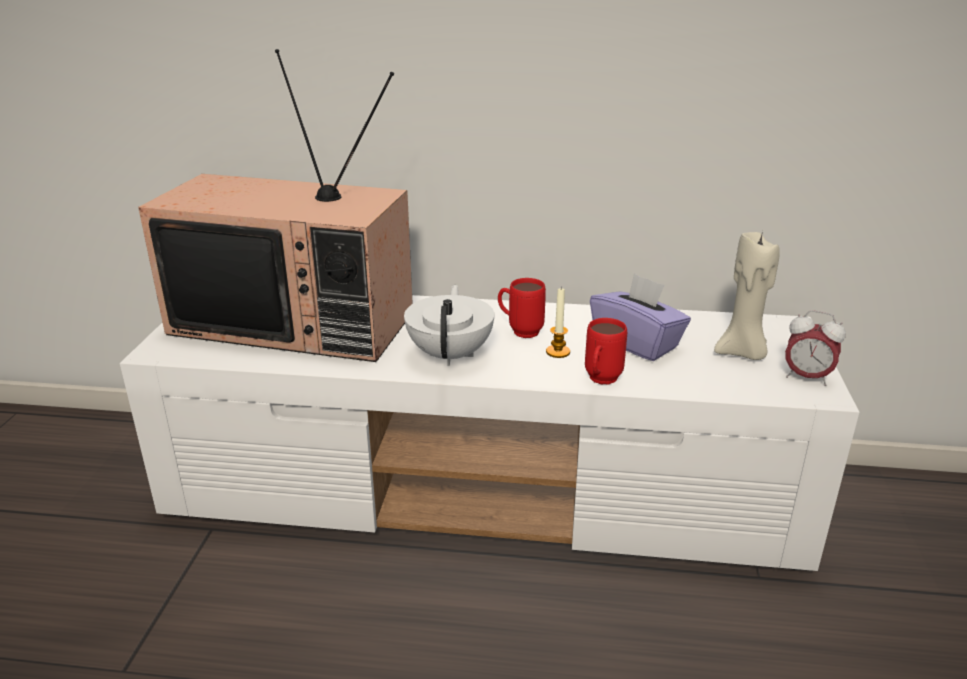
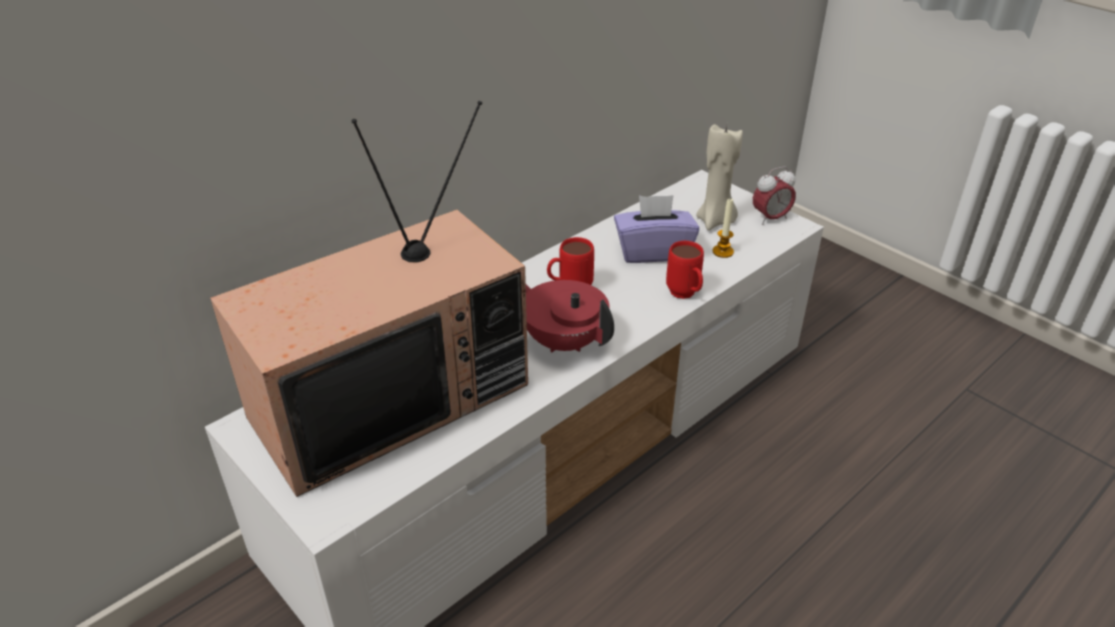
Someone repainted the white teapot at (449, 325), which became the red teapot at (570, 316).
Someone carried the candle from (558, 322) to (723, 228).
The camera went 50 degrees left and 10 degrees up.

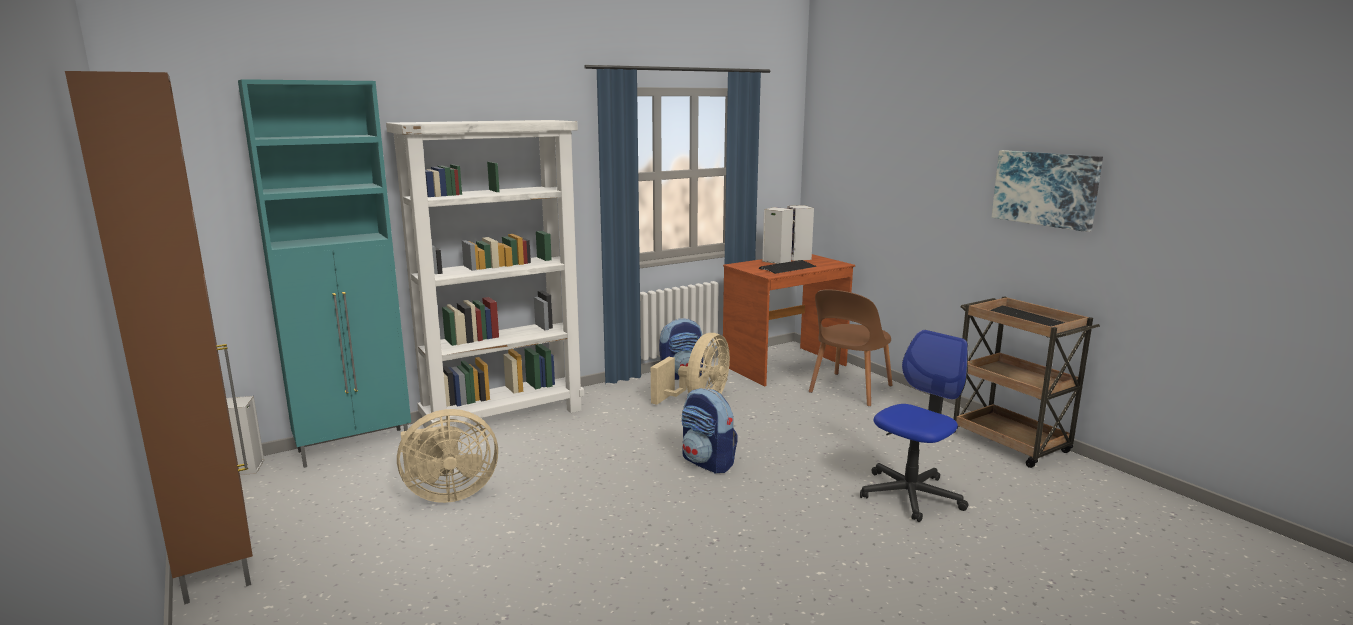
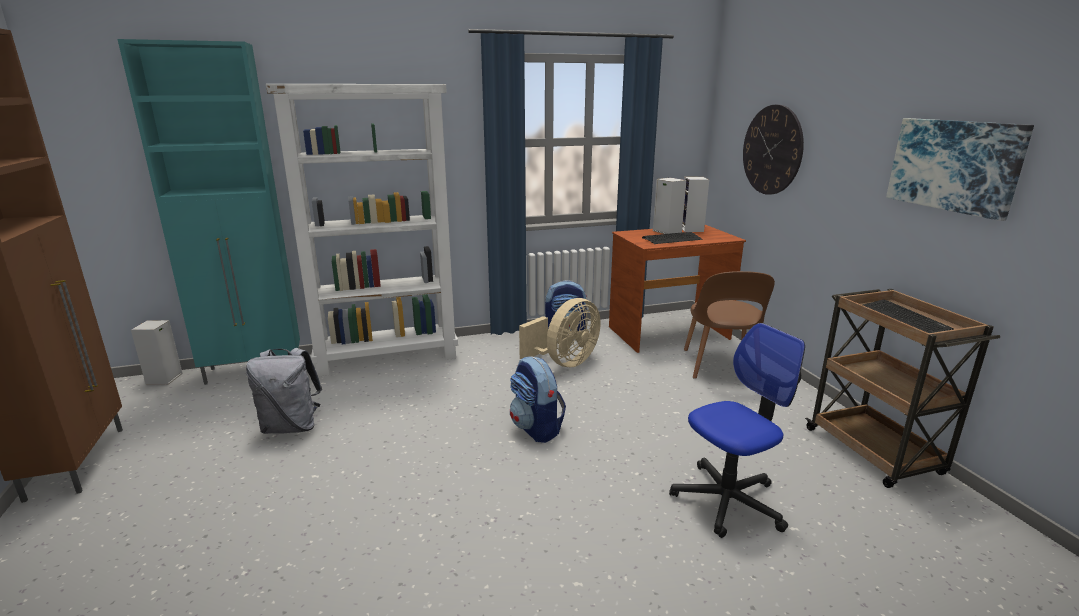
Someone rotated the brown chair at (851, 347) by 45 degrees counterclockwise.
Someone swapped the beige fan at (447, 456) for the grey backpack at (284, 391).
Someone put up the wall clock at (773, 150).
The camera went 15 degrees right and 5 degrees up.

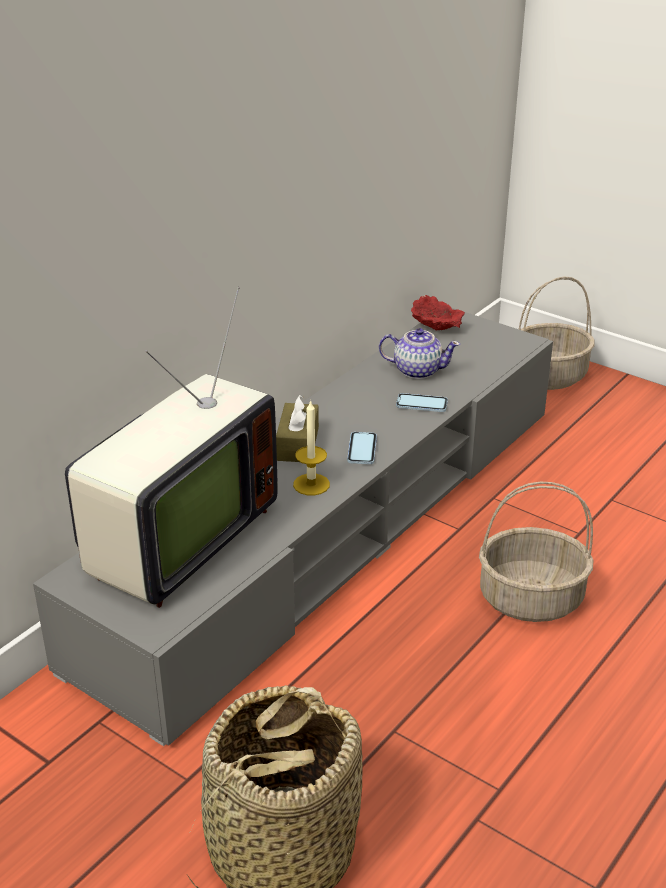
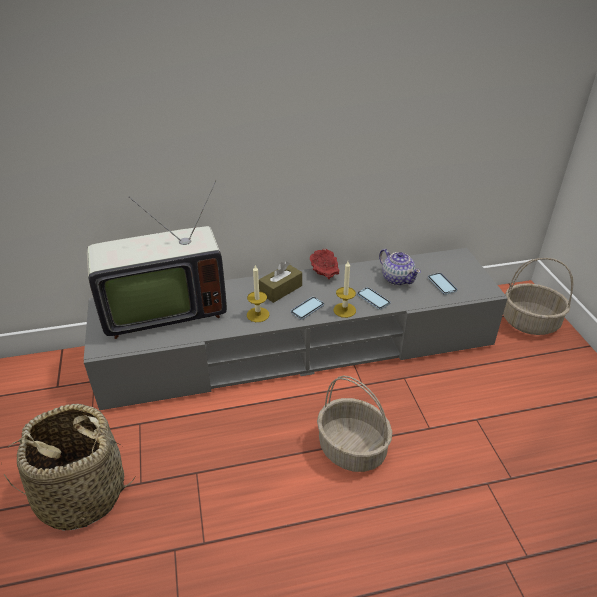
Someone carried the red bowl from (438, 313) to (325, 264).
Someone put down the candle at (345, 289).
Someone put down the phone at (442, 284).
The camera went 40 degrees right and 5 degrees up.

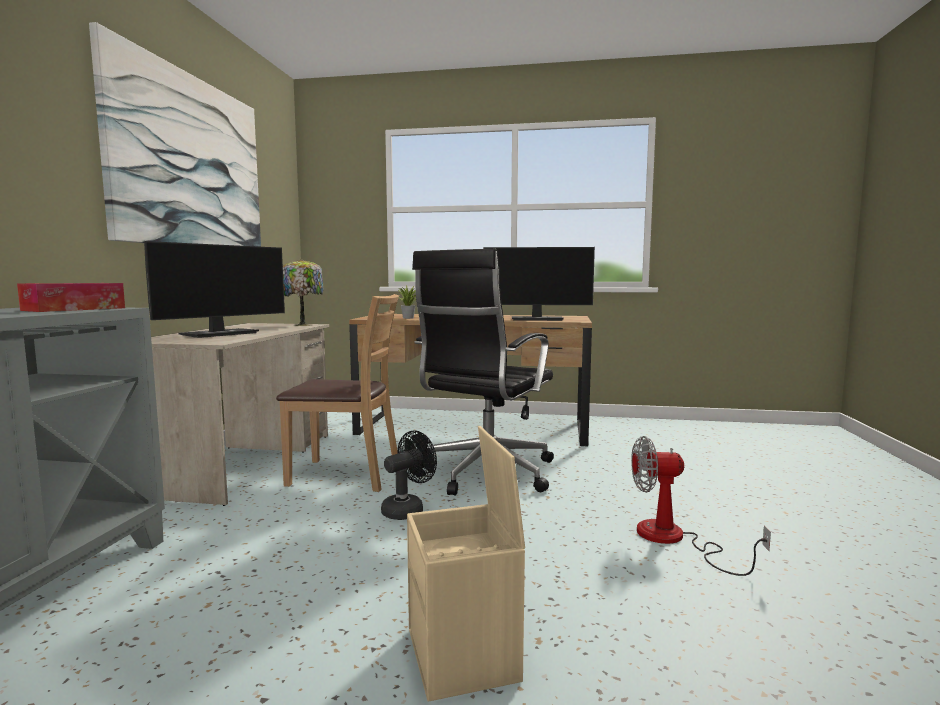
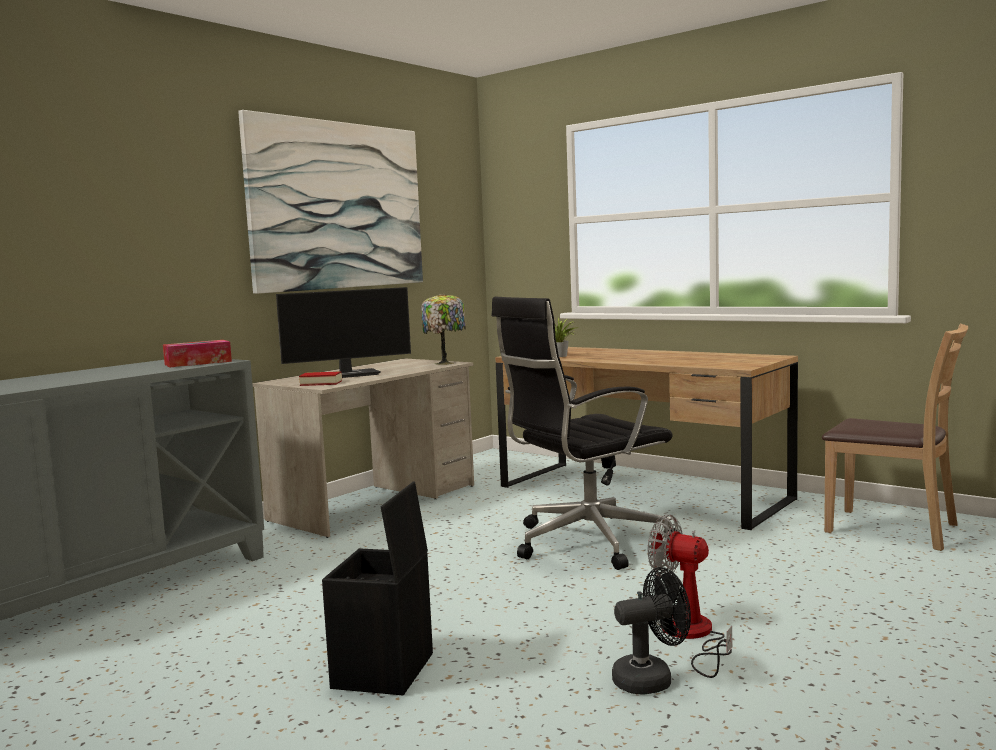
Someone took away the monitor at (539, 284).
Someone carried the brown chair from (337, 393) to (895, 437).
Someone repainted the beige storage box at (466, 564), which became the black storage box at (377, 588).
Someone carried the black fan from (409, 475) to (651, 631).
Someone put down the book at (320, 378).
The camera went 30 degrees right and 0 degrees up.

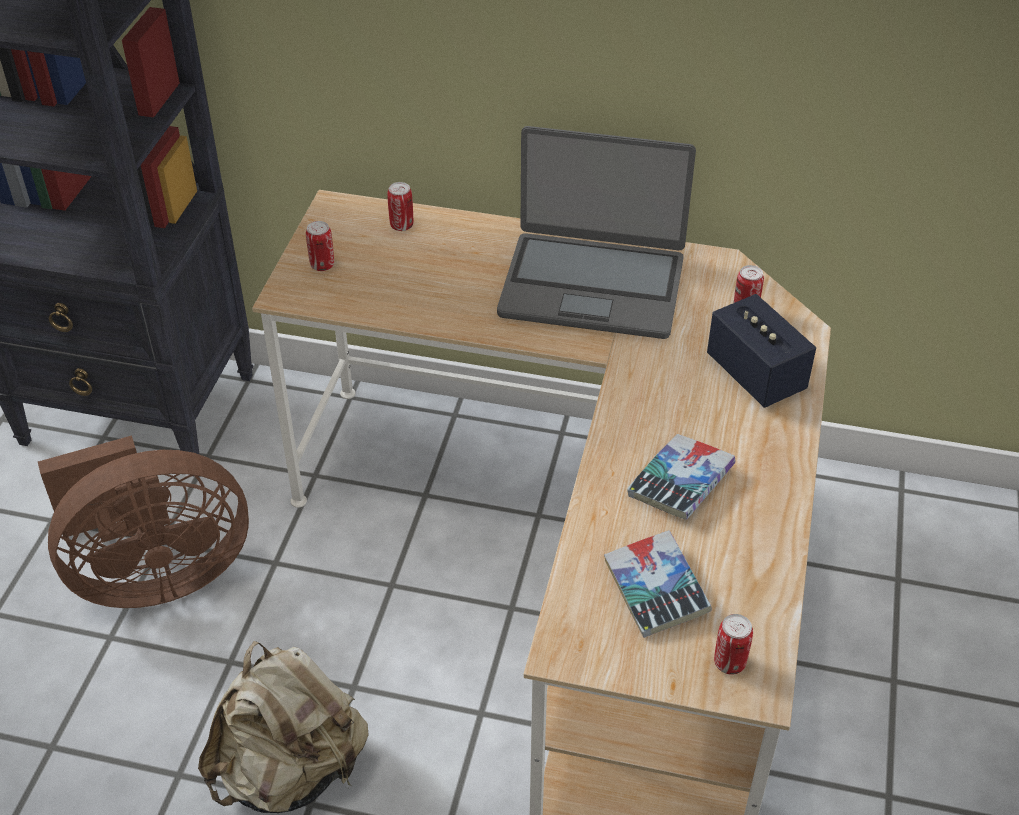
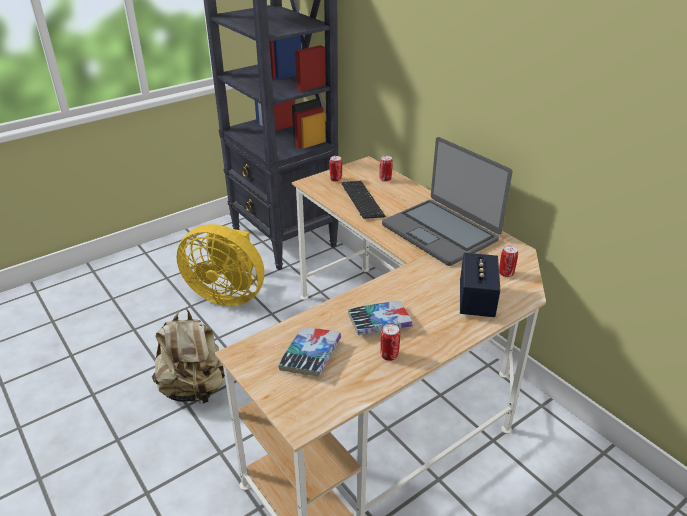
Someone repainted the brown fan at (143, 521), which became the yellow fan at (220, 265).
Someone carried the can from (733, 644) to (390, 342).
Someone put down the keyboard at (363, 200).
The camera went 40 degrees right and 10 degrees down.

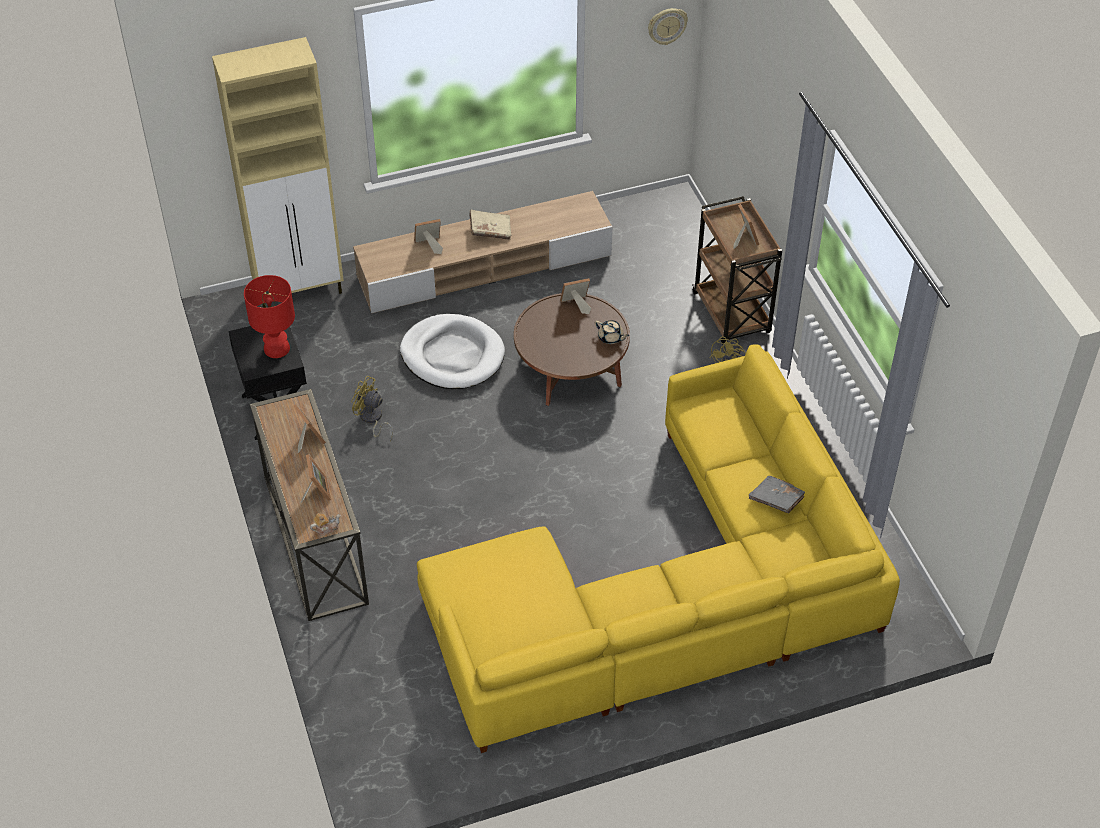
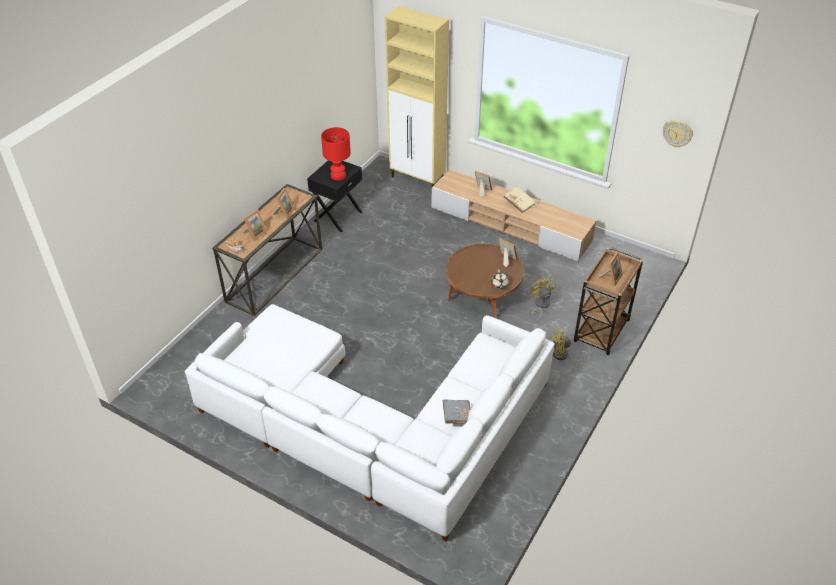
Someone took away the white dog bed at (452, 351).
Someone repainted the yellow sofa at (658, 548), which became the white sofa at (370, 422).
Someone carried the yellow fan from (372, 408) to (543, 299).
The camera went 50 degrees right and 5 degrees down.

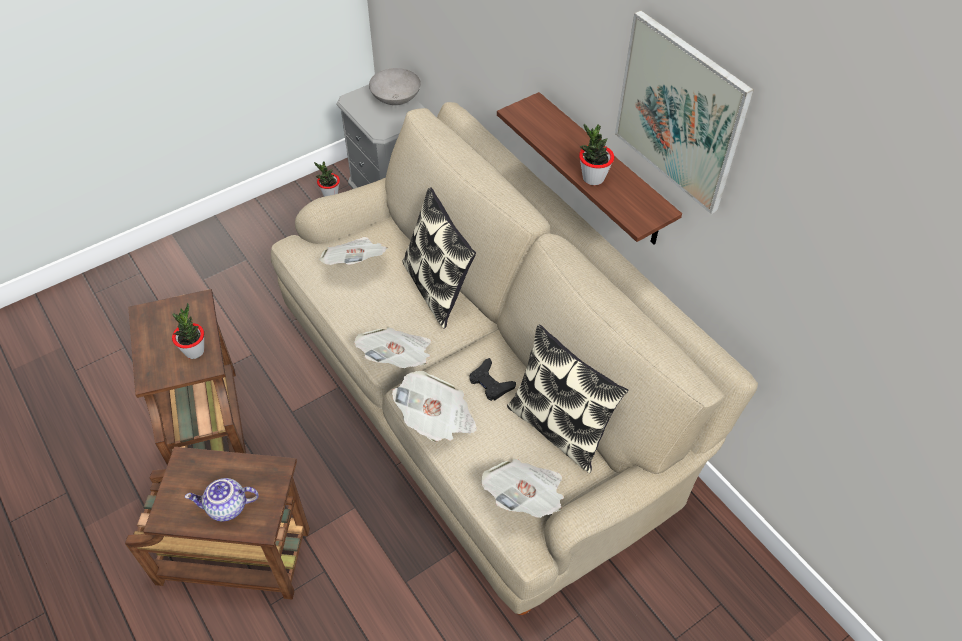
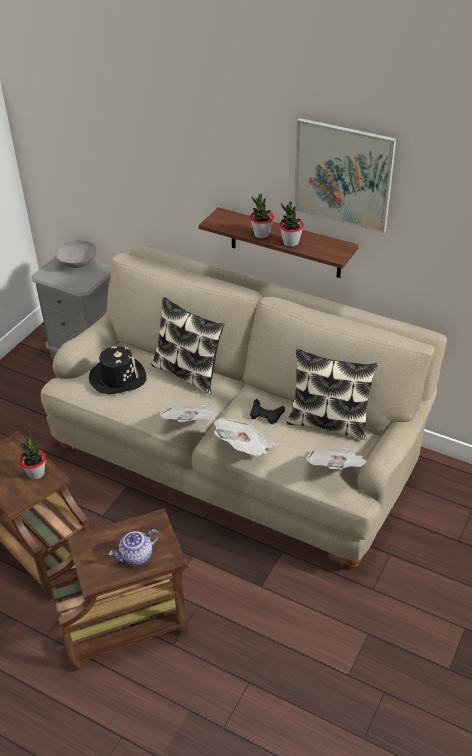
Someone carried the potted plant from (327, 179) to (262, 216).
Someone swapped the newspaper at (353, 251) for the black hat at (117, 370).
The camera went 25 degrees left and 10 degrees down.

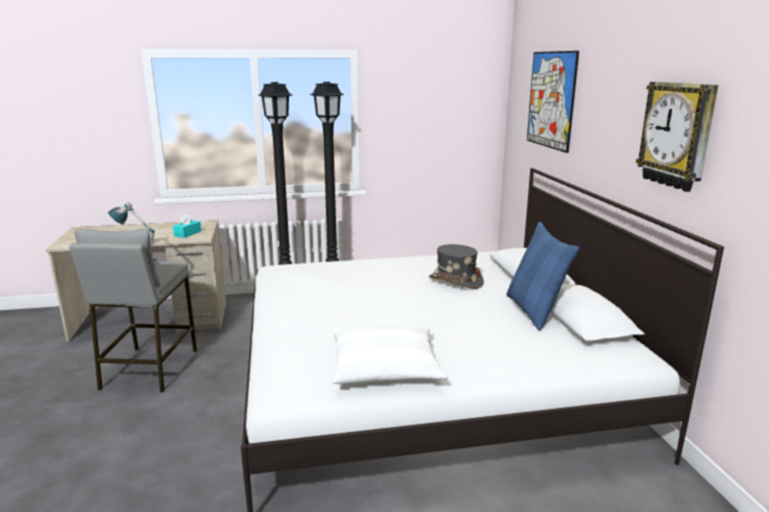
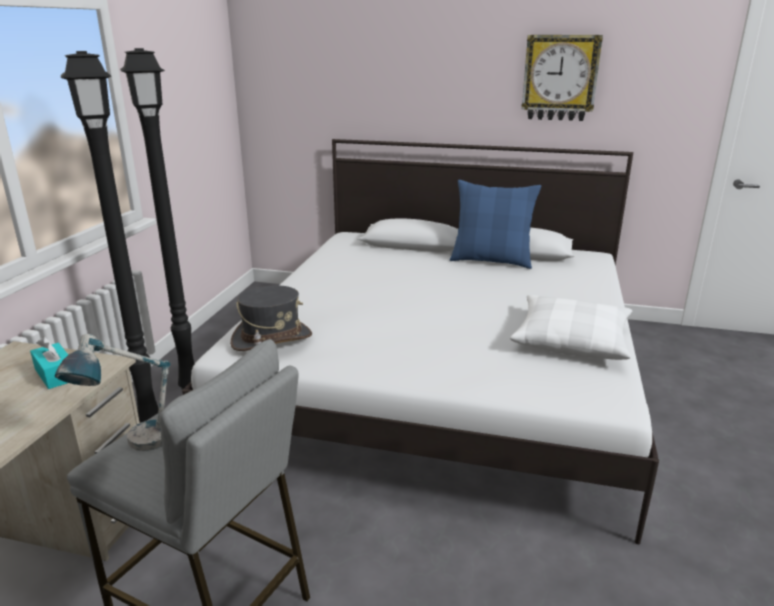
Someone took away the picture at (553, 102).
Someone carried the grey hat from (456, 266) to (271, 318).
The camera went 65 degrees left and 5 degrees up.

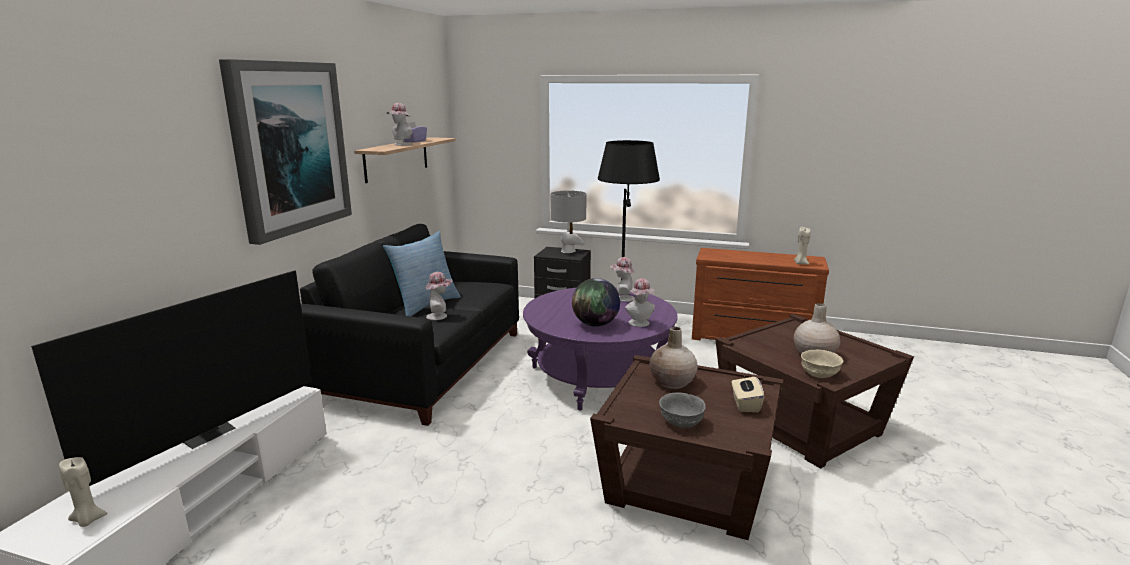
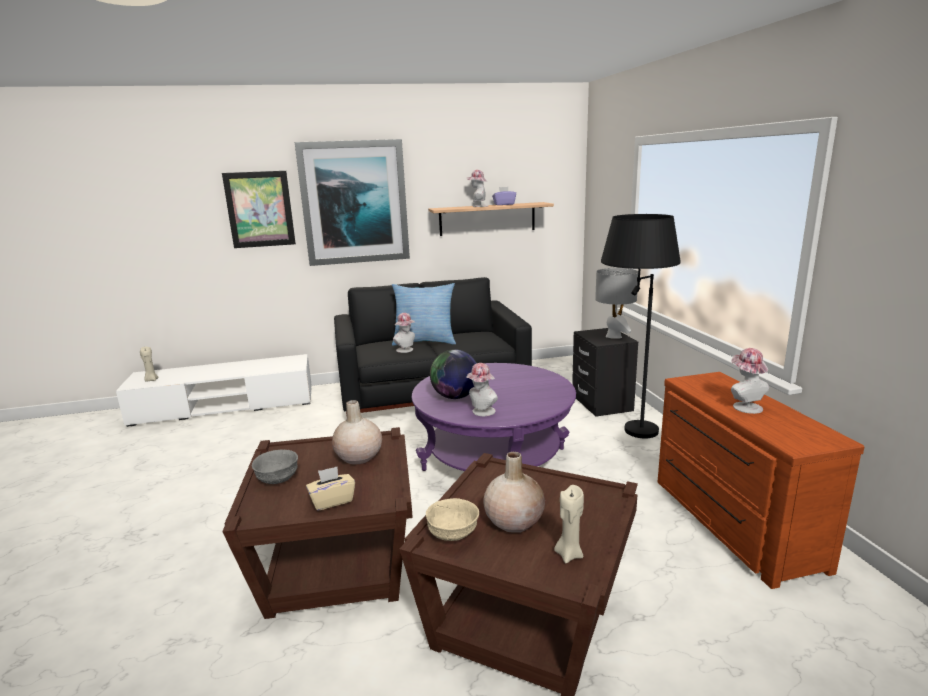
Someone carried the beige candle from (802, 245) to (569, 524).
Someone carried the hat from (622, 279) to (750, 381).
Someone took away the television at (171, 378).
Someone put up the picture at (259, 209).
The camera went 60 degrees right and 0 degrees up.

